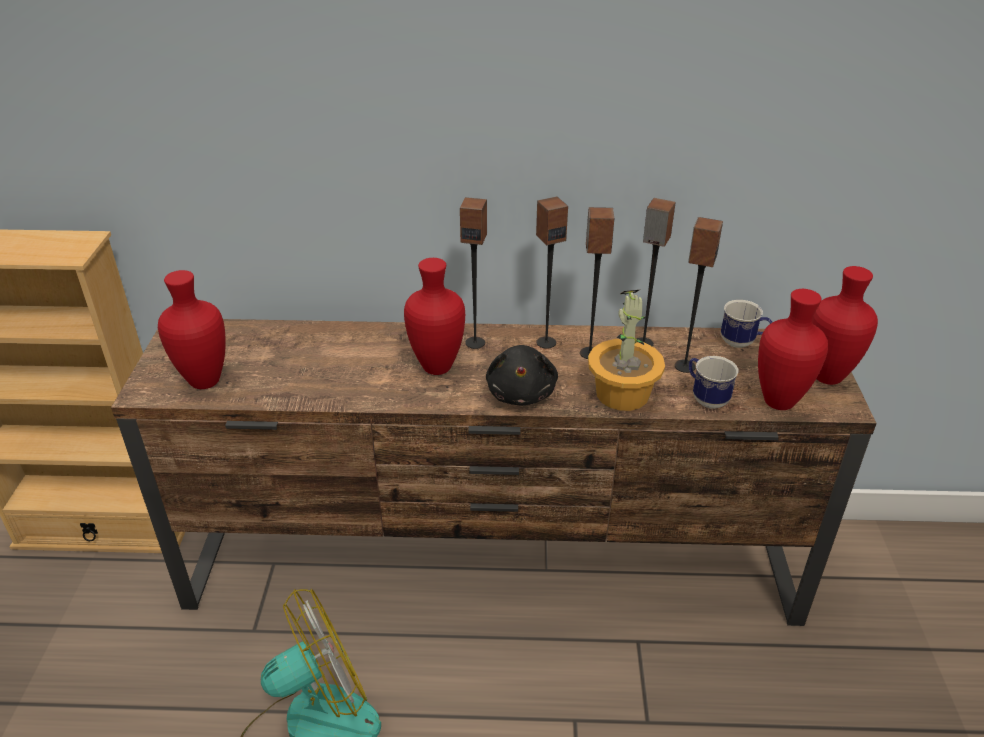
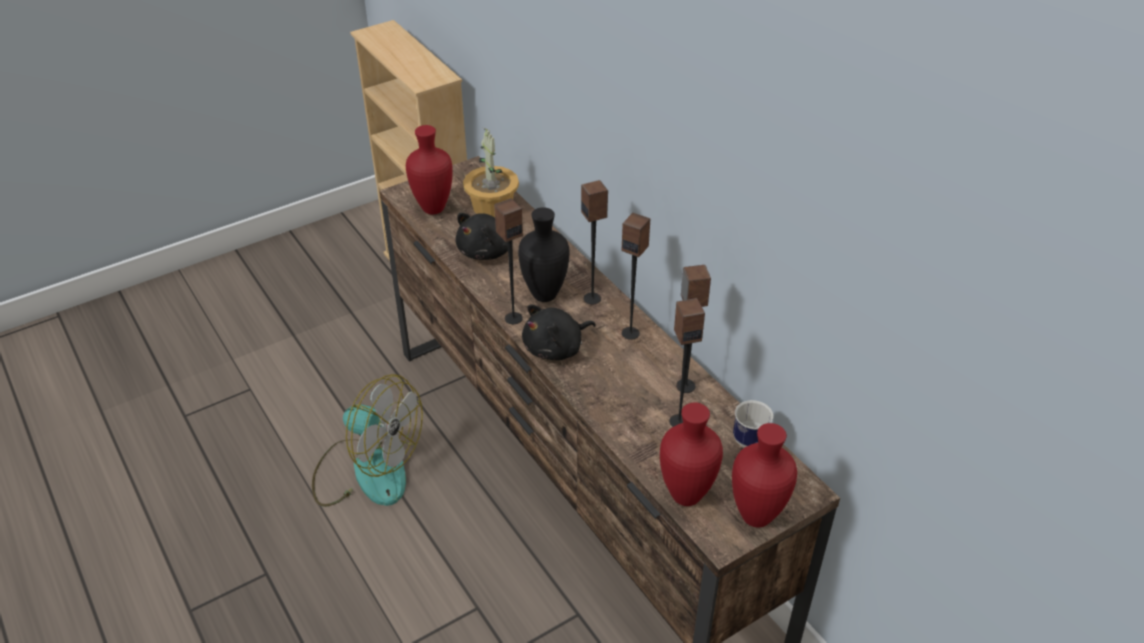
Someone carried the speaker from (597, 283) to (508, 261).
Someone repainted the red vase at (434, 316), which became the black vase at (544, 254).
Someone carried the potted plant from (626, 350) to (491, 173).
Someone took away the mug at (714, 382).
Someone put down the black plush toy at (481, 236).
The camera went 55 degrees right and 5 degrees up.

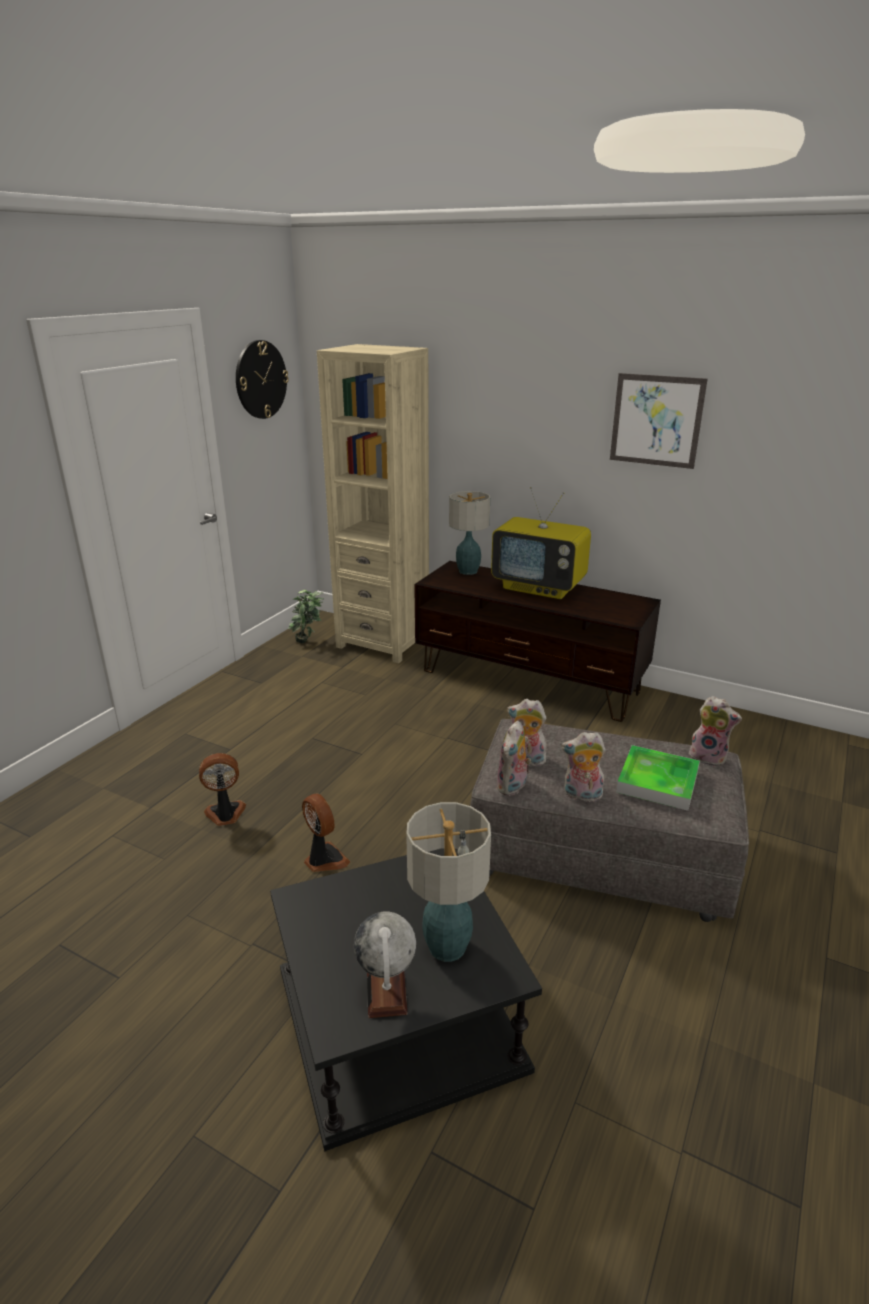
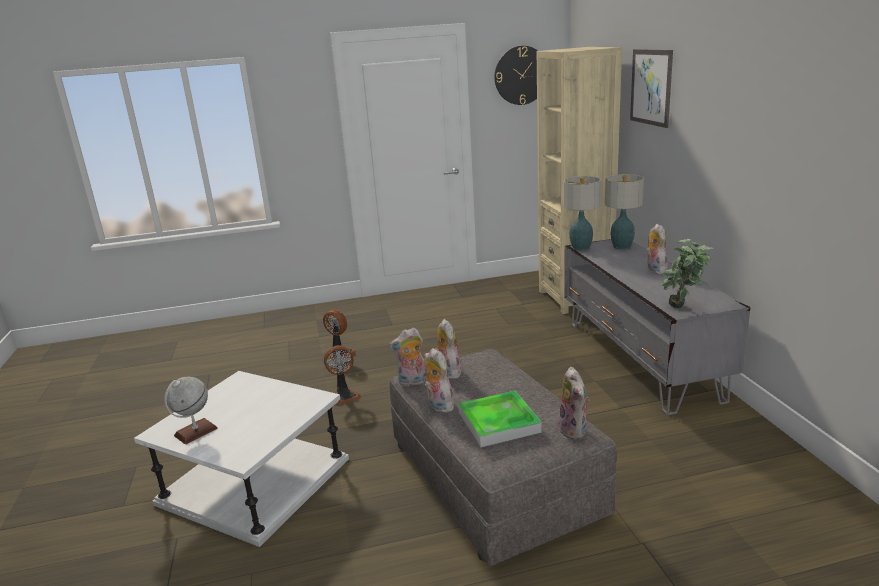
Someone carried the picture from (659, 421) to (651, 88).
Someone swapped the television at (541, 543) for the plush toy at (657, 249).
Someone repainted the brown tv stand at (537, 641), which became the grey tv stand at (657, 327).
Someone carried the potted plant from (306, 616) to (687, 273).
Someone rotated the fan at (326, 832) by 60 degrees clockwise.
Someone carried the table lamp from (448, 882) to (582, 213).
Someone repainted the black side table at (406, 1000), which became the white side table at (241, 459).
The camera went 50 degrees right and 5 degrees down.

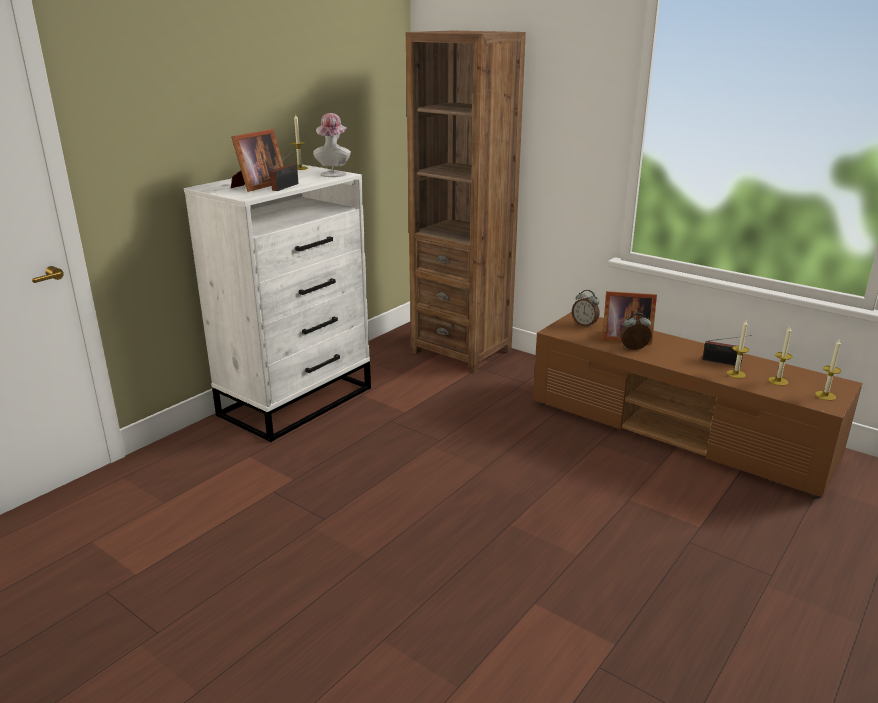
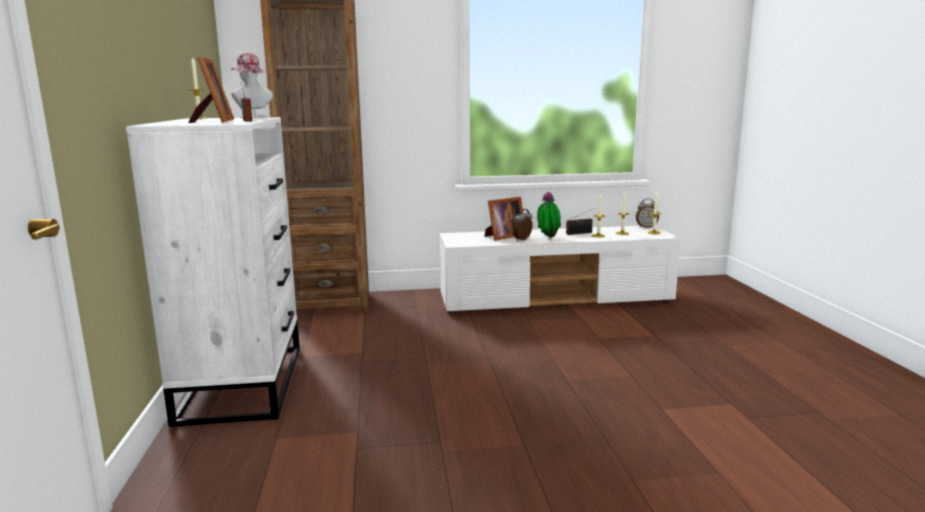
Someone carried the alarm clock from (586, 308) to (647, 213).
Someone repainted the brown tv stand at (698, 405), which became the white tv stand at (560, 270).
Someone put down the potted plant at (549, 215).
The camera went 45 degrees left and 10 degrees down.

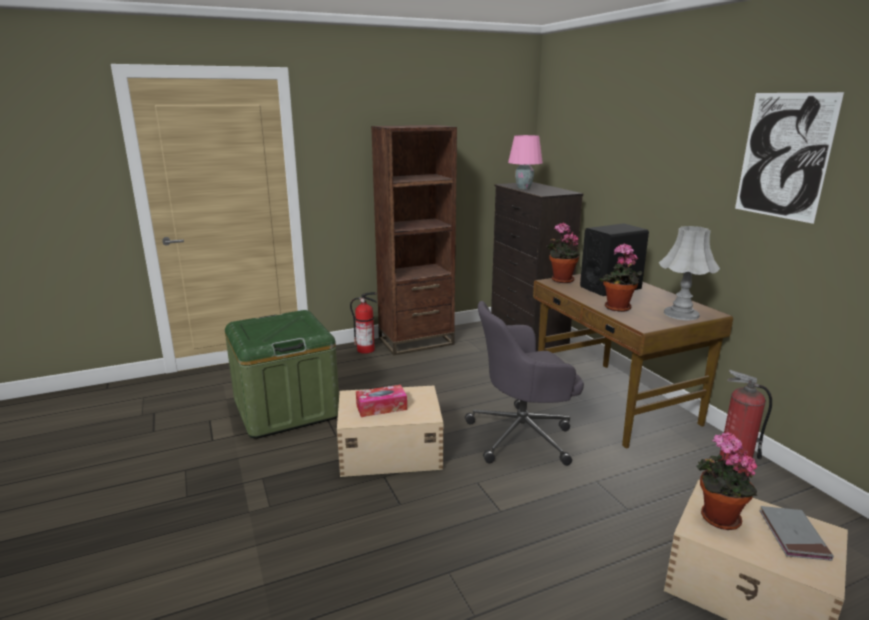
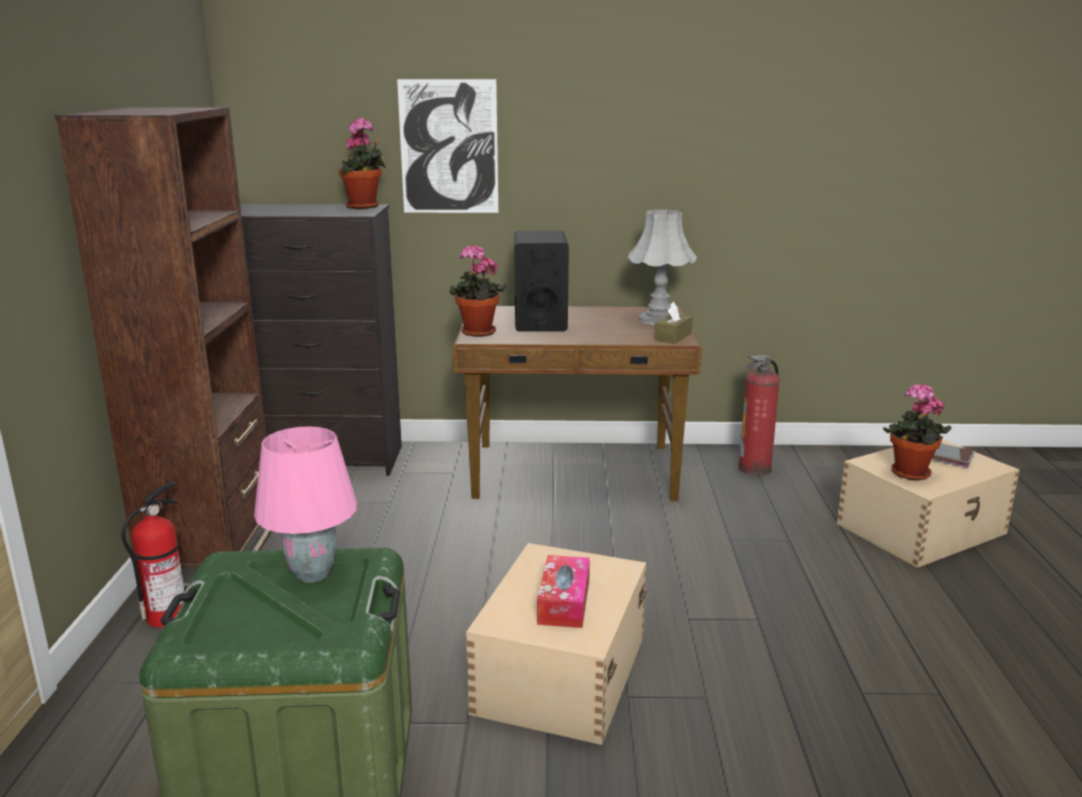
Someone carried the picture from (789, 158) to (447, 146).
Someone carried the pink table lamp from (525, 162) to (305, 504).
Someone carried the potted plant from (620, 277) to (362, 163).
Someone took away the grey office chair at (524, 383).
Someone put down the brown tissue box at (674, 323).
The camera went 65 degrees left and 0 degrees up.

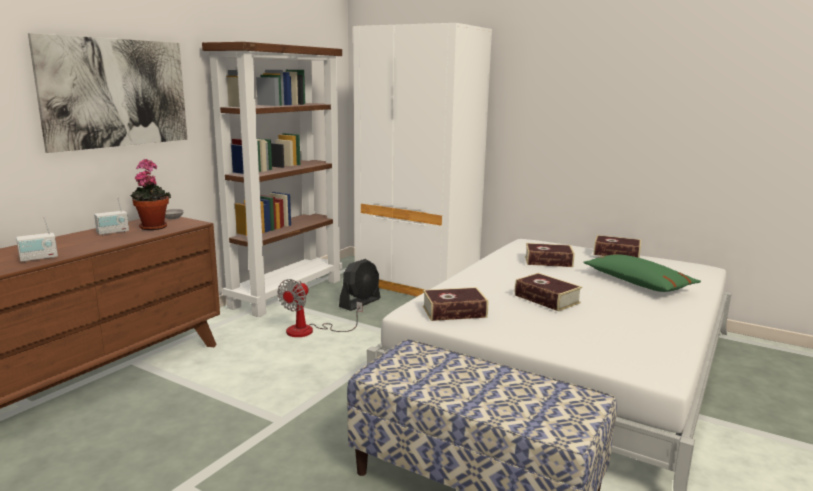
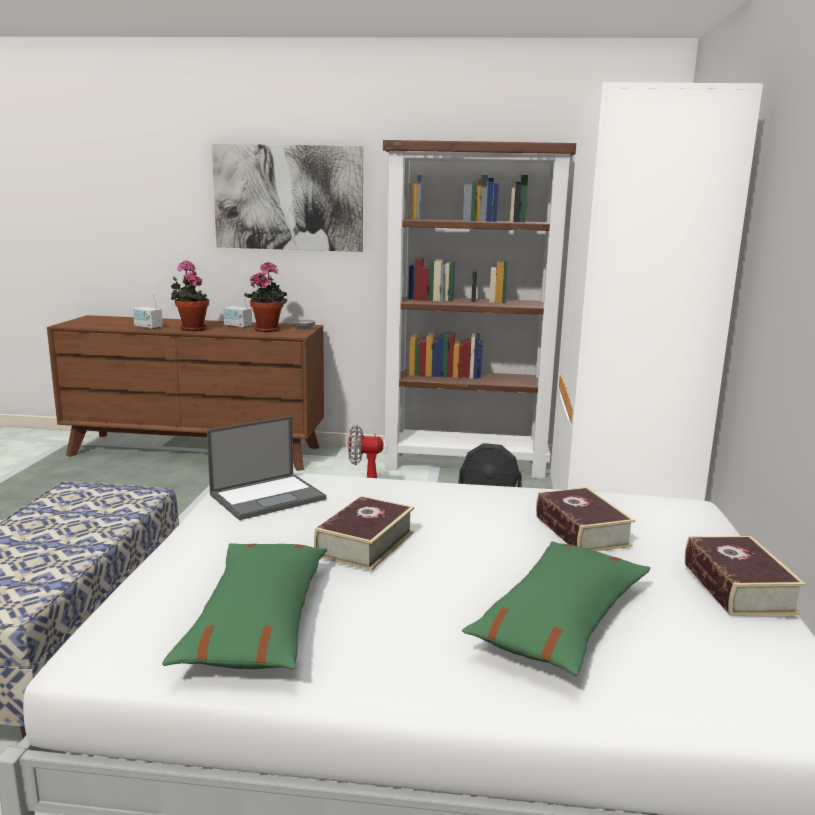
Someone swapped the book at (455, 304) for the laptop at (266, 468).
Someone put down the potted plant at (190, 295).
Someone put down the green pillow at (244, 606).
The camera went 65 degrees right and 0 degrees up.

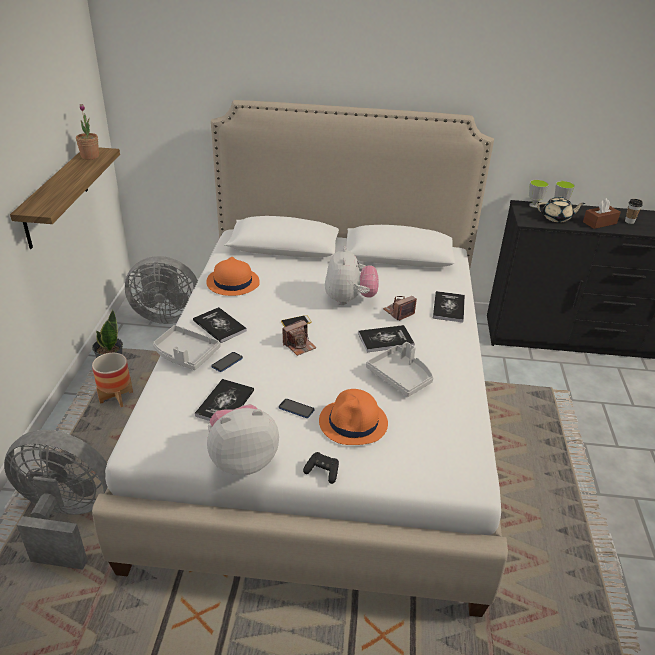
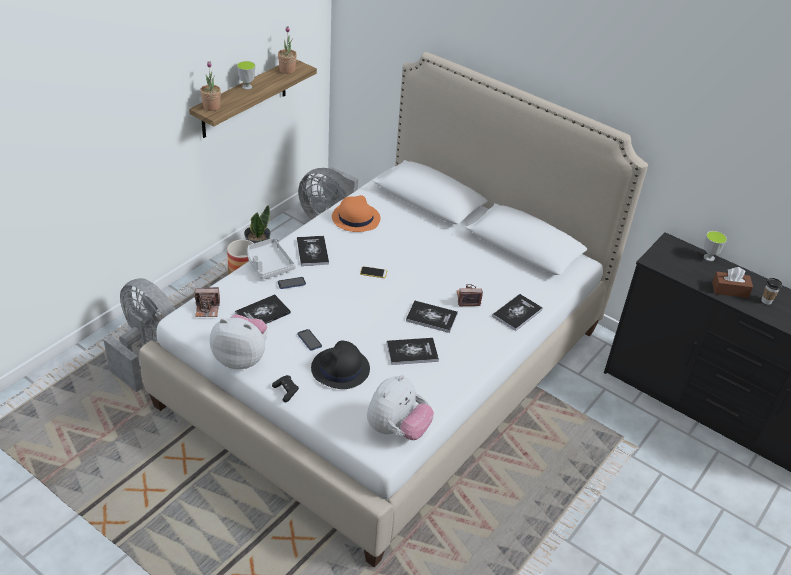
Someone carried the cup from (539, 194) to (246, 75).
Someone took away the beige teapot at (561, 209).
Someone carried the plush toy from (352, 275) to (400, 407).
Someone carried the photo camera from (299, 338) to (207, 302).
Someone swapped the grey tray at (400, 369) for the book at (413, 351).
Someone repainted the orange hat at (353, 417), which became the black hat at (340, 365).
Someone put down the potted plant at (210, 86).
The camera went 30 degrees right and 5 degrees up.

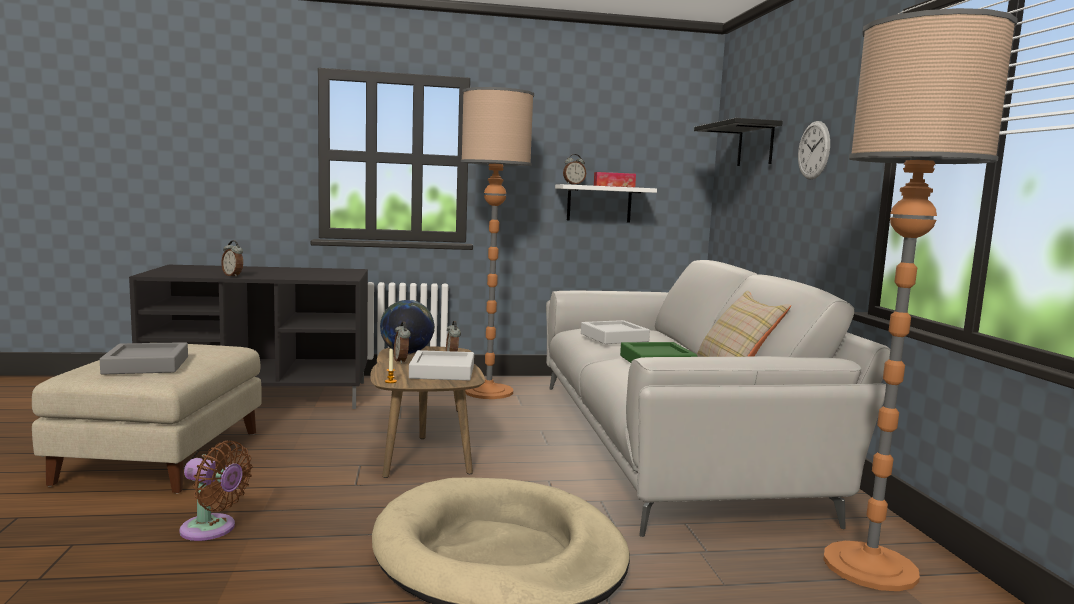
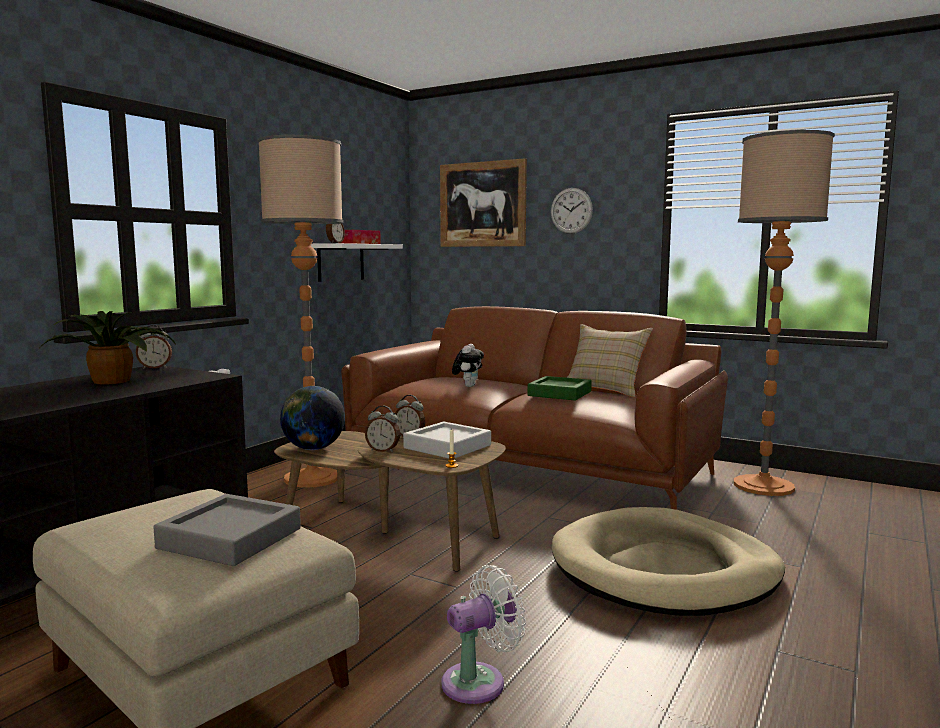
Someone swapped the black shelf at (738, 142) for the picture at (483, 202).
Someone carried the alarm clock from (232, 258) to (154, 347).
Someone repainted the grey sofa at (718, 398), which became the brown sofa at (534, 408).
Someone swapped the grey tray at (615, 332) for the plush toy at (468, 365).
Someone repainted the brown fan at (216, 491), which became the white fan at (484, 634).
Someone put down the potted plant at (107, 348).
The camera went 50 degrees left and 0 degrees up.

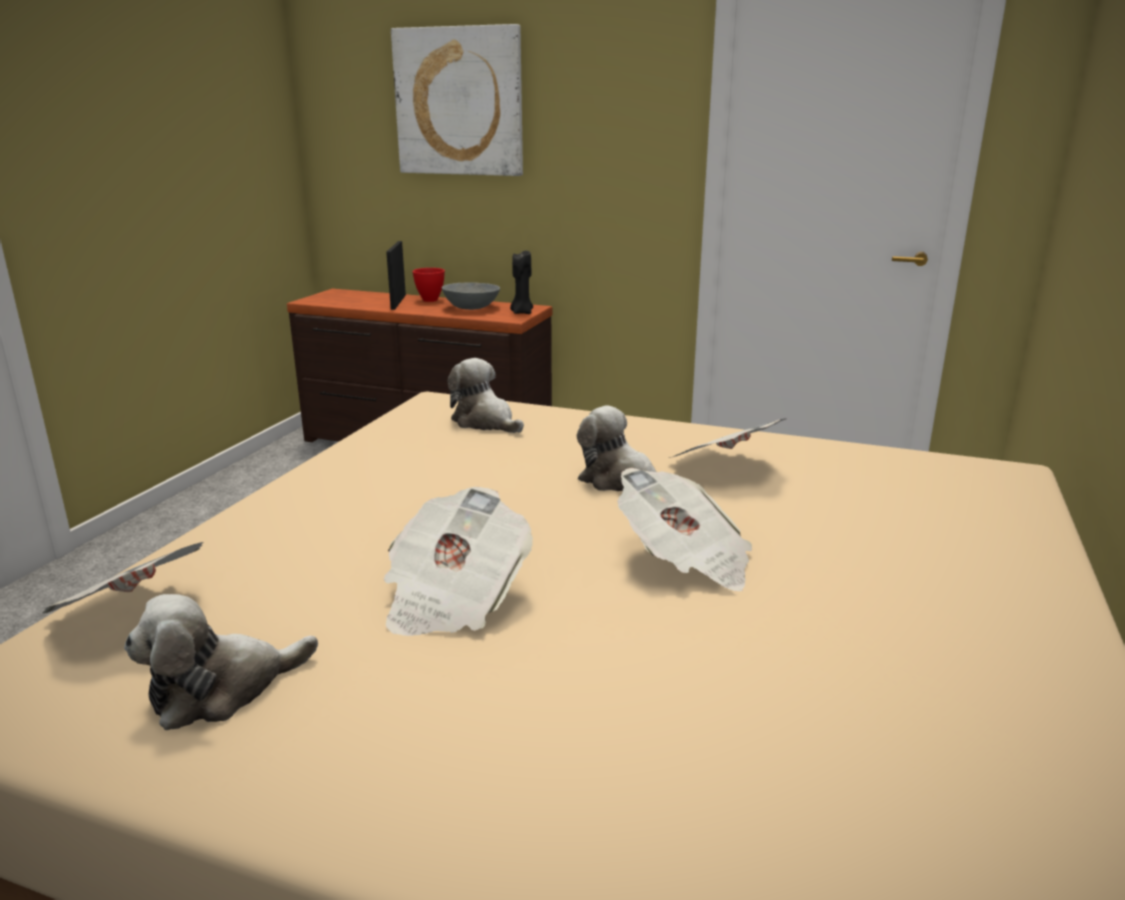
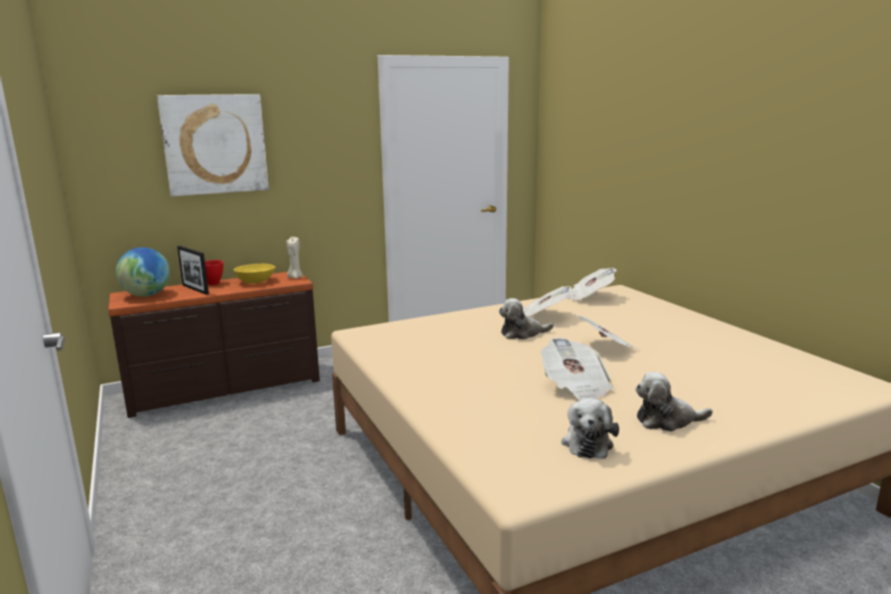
Someone repainted the black candle at (521, 282), which became the beige candle at (294, 257).
Someone repainted the grey bowl at (471, 296), which became the yellow bowl at (254, 273).
Someone carried the plush toy from (485, 395) to (674, 401).
Someone carried the newspaper from (123, 577) to (591, 284).
Someone put down the globe at (143, 272).
The camera went 45 degrees left and 5 degrees down.

